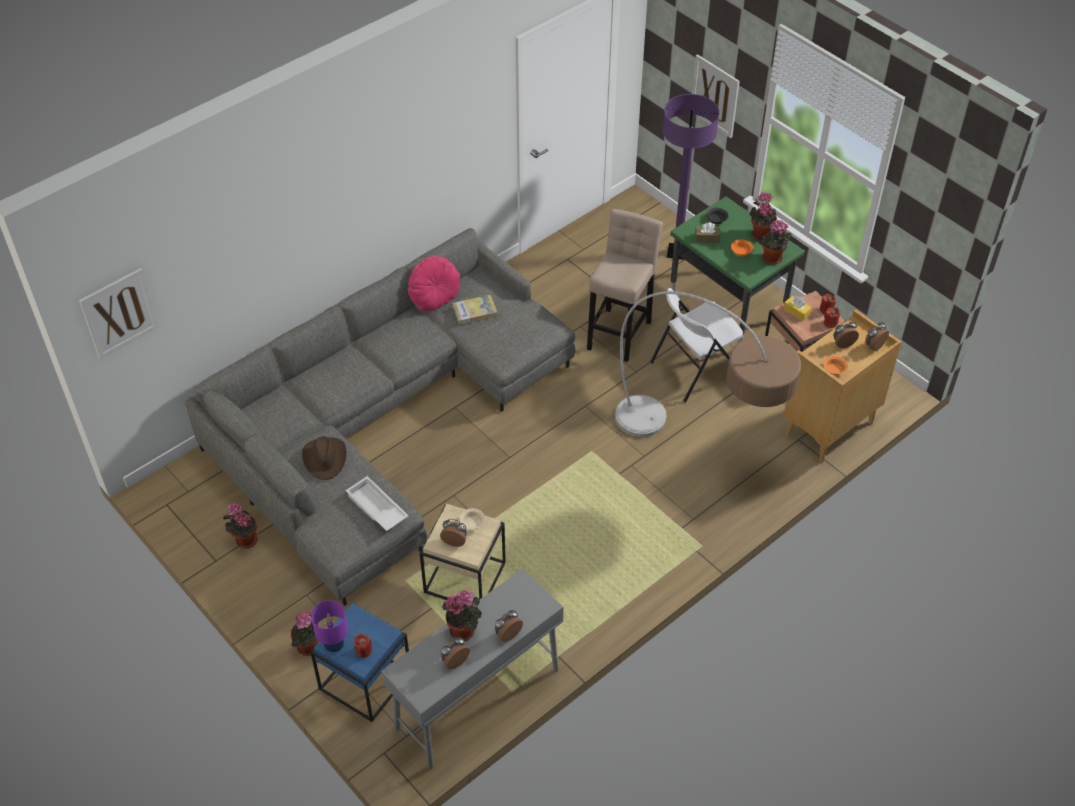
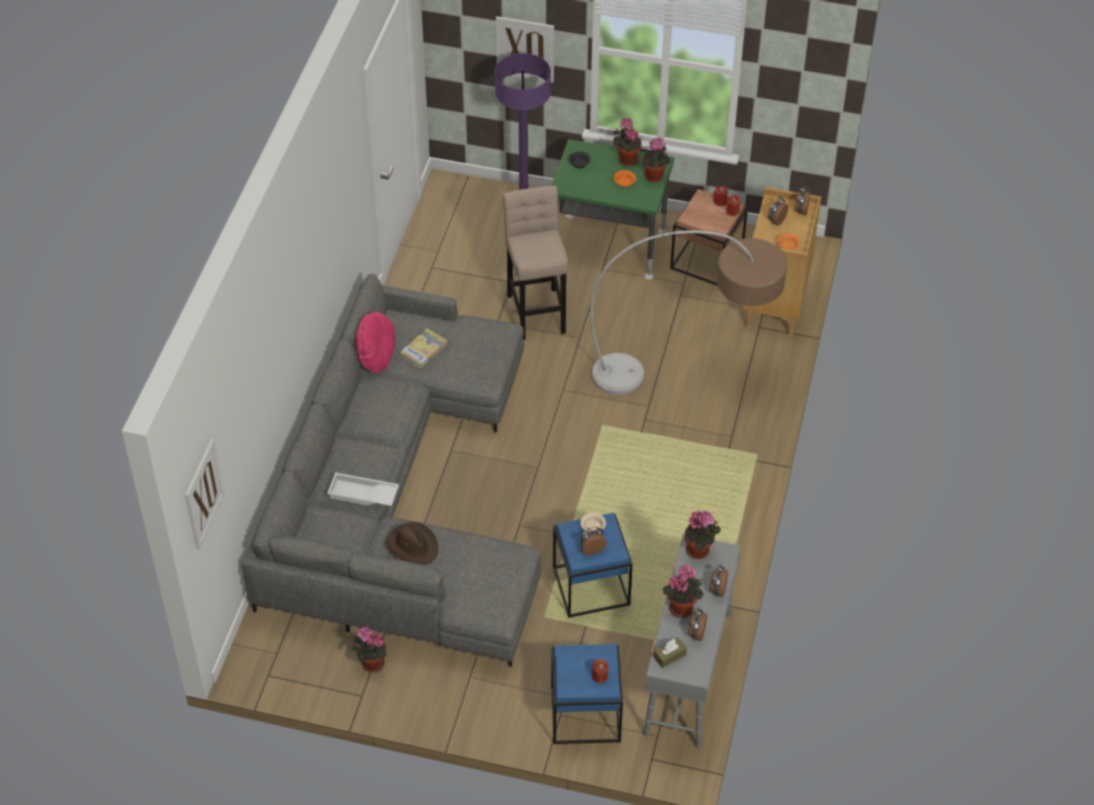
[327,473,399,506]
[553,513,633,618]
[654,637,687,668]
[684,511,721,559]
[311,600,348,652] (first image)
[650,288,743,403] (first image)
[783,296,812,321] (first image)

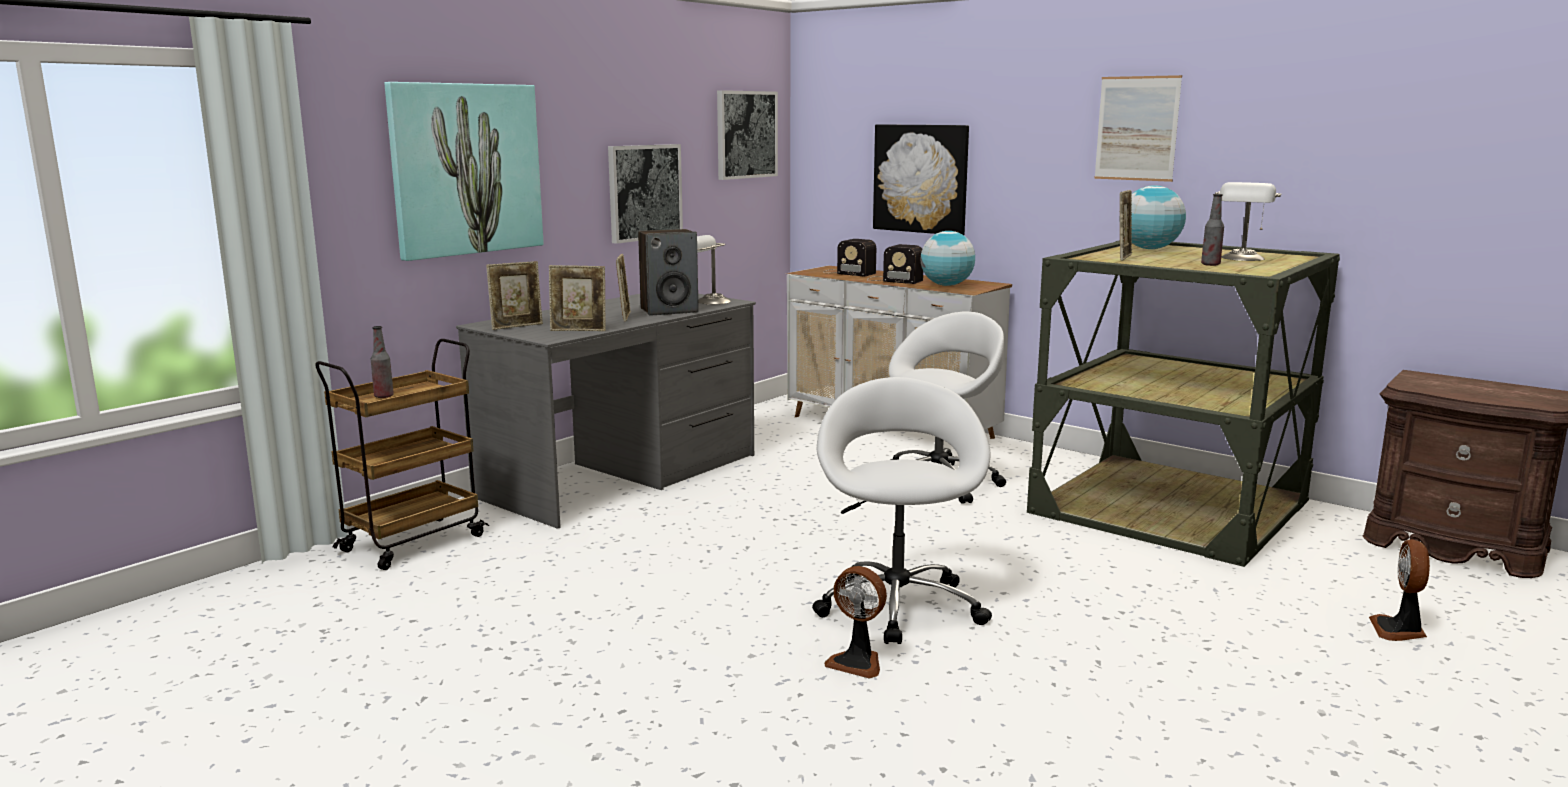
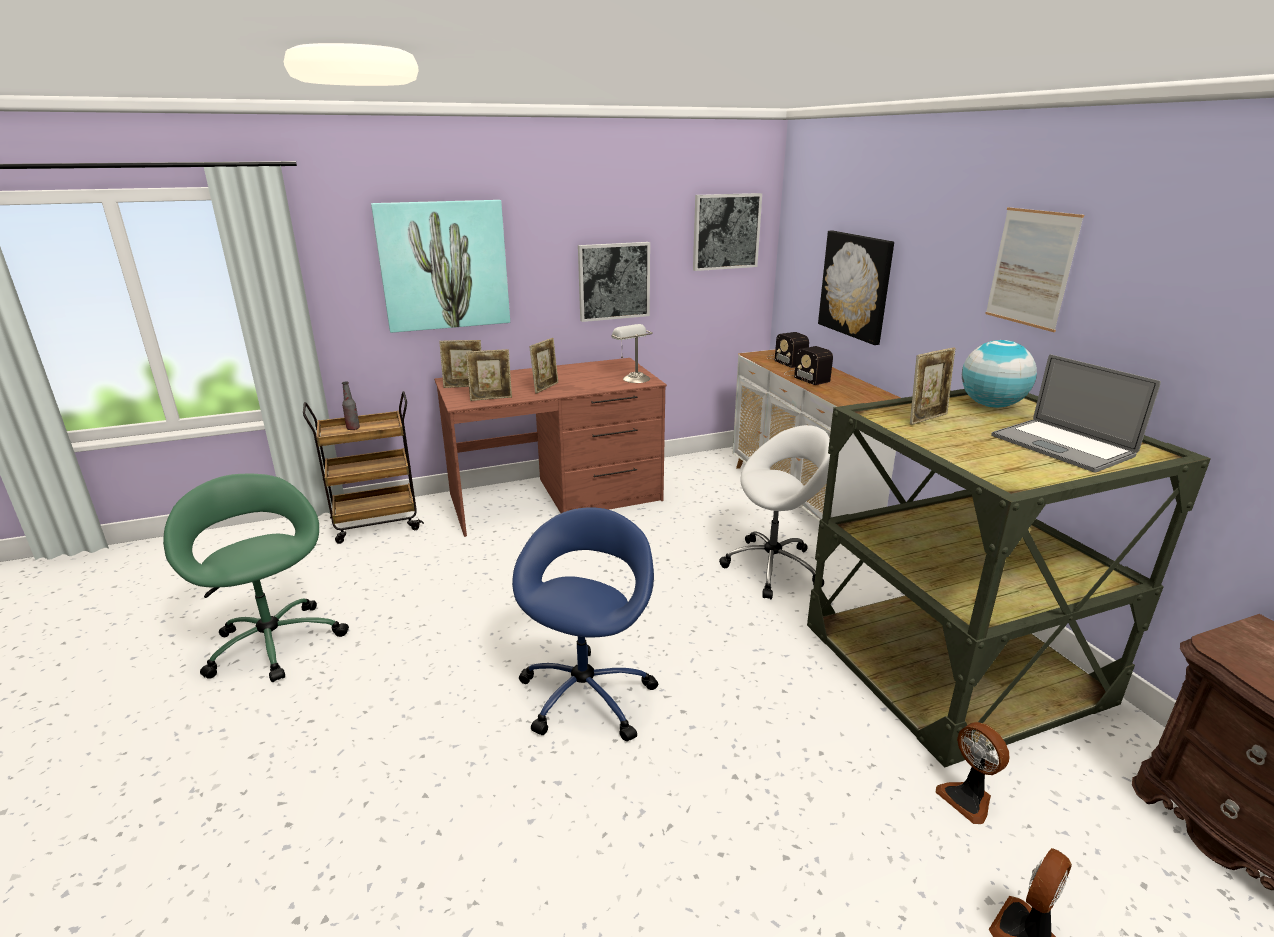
[163,474,349,682]
[434,358,667,537]
[466,349,512,401]
[512,507,658,741]
[936,722,1009,824]
[991,354,1161,473]
[638,229,698,315] (first image)
[920,231,975,286] (first image)
[1201,194,1224,266] (first image)

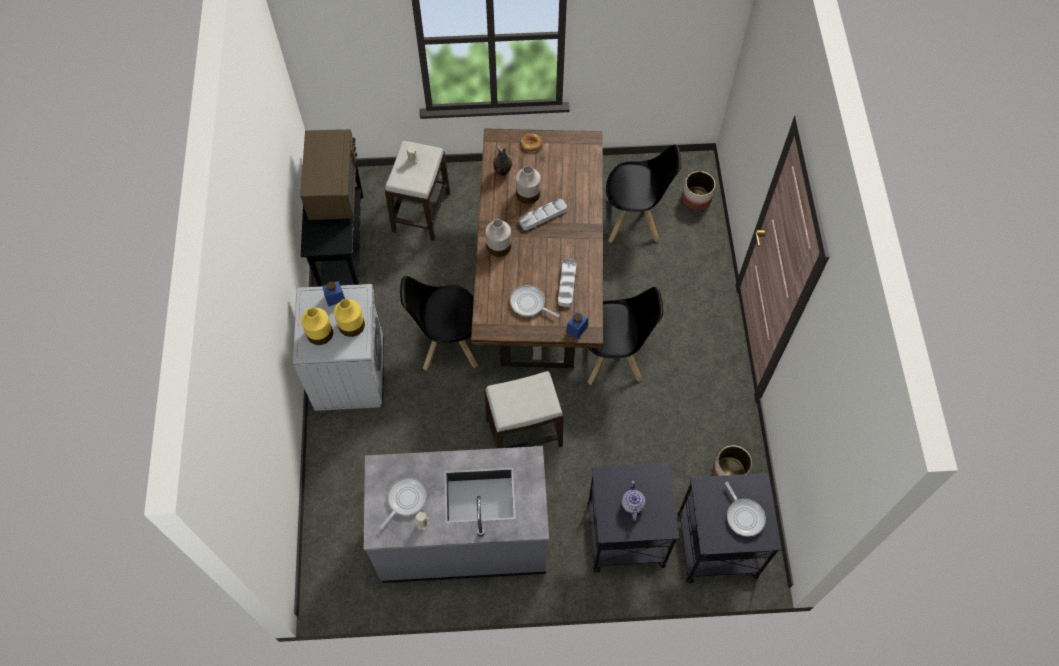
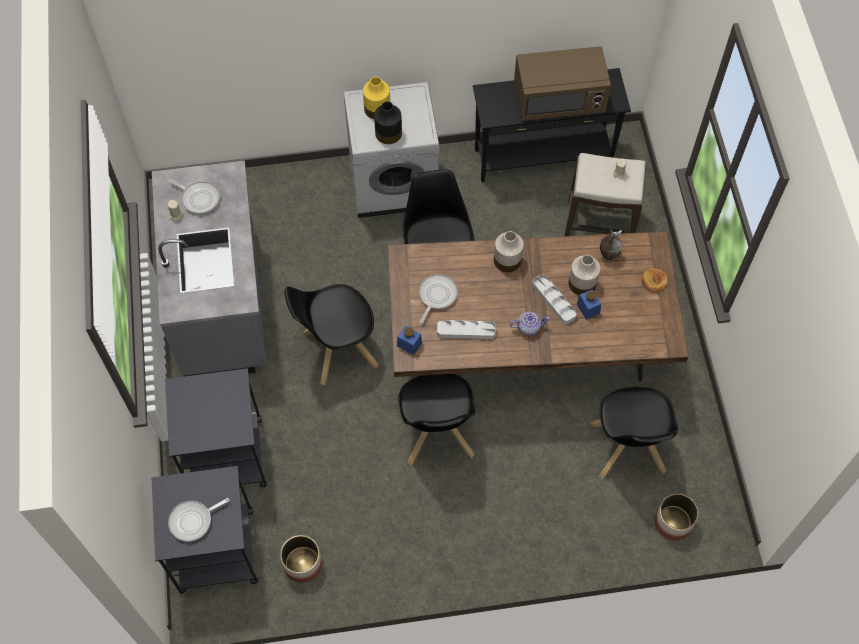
[285,284,379,386]
[374,101,402,144]
[510,311,550,336]
[577,289,601,320]

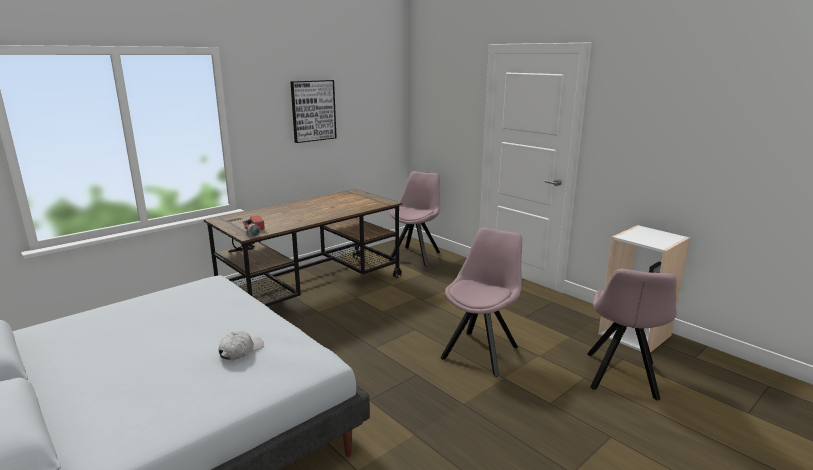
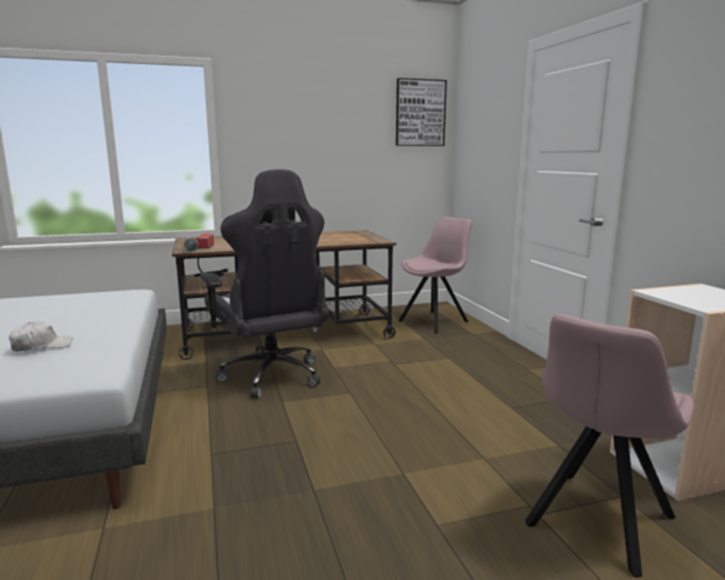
[200,169,329,399]
[396,78,447,146]
[441,227,522,377] (first image)

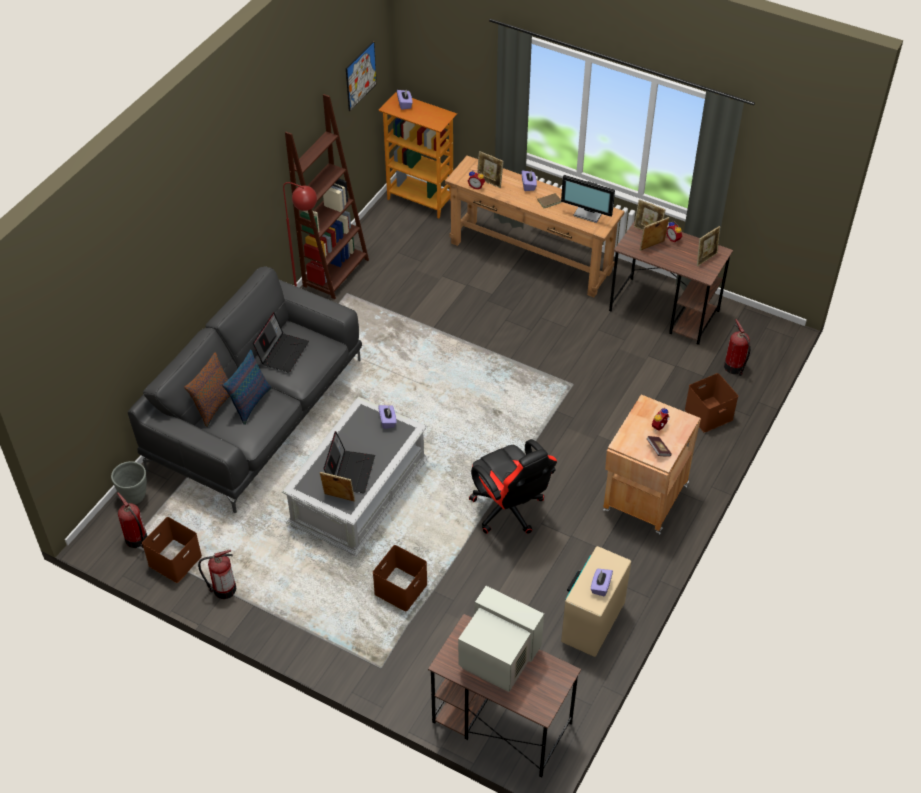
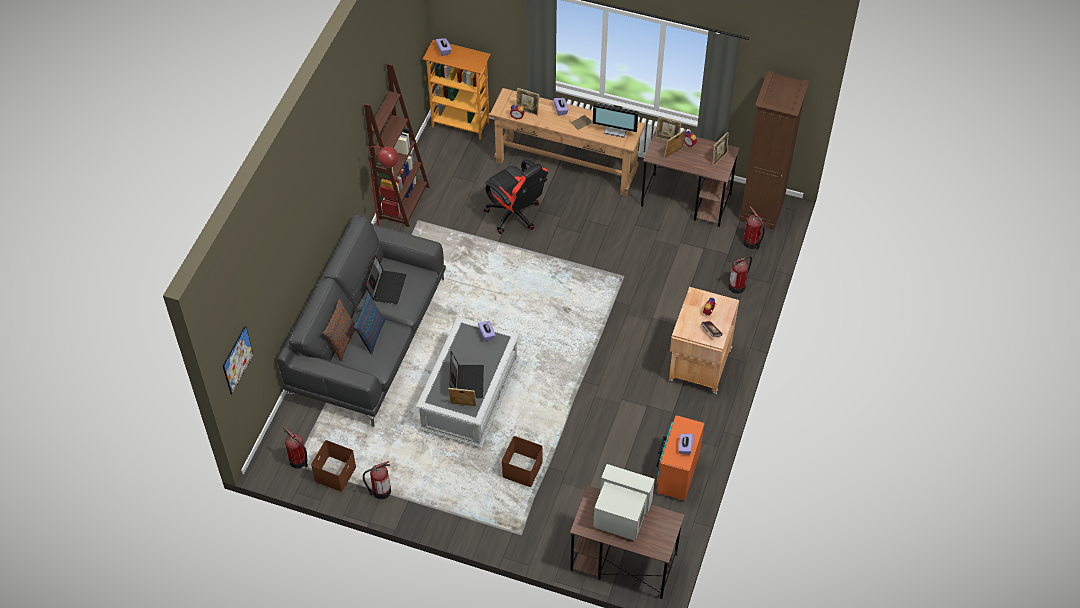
[223,325,254,395]
[484,159,548,234]
[656,415,704,500]
[729,256,752,294]
[740,71,810,230]
[111,461,147,504] (first image)

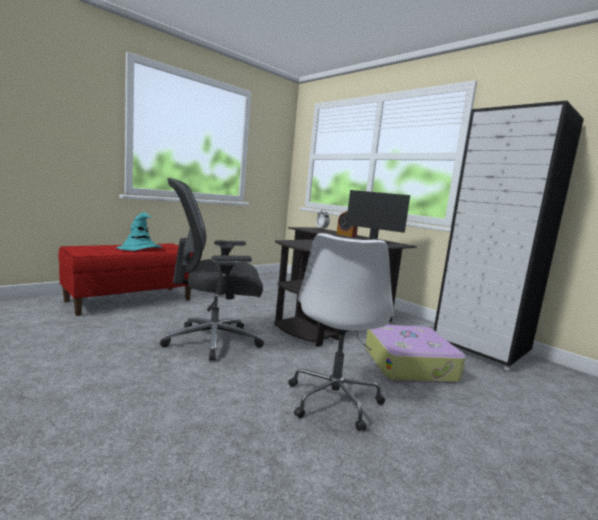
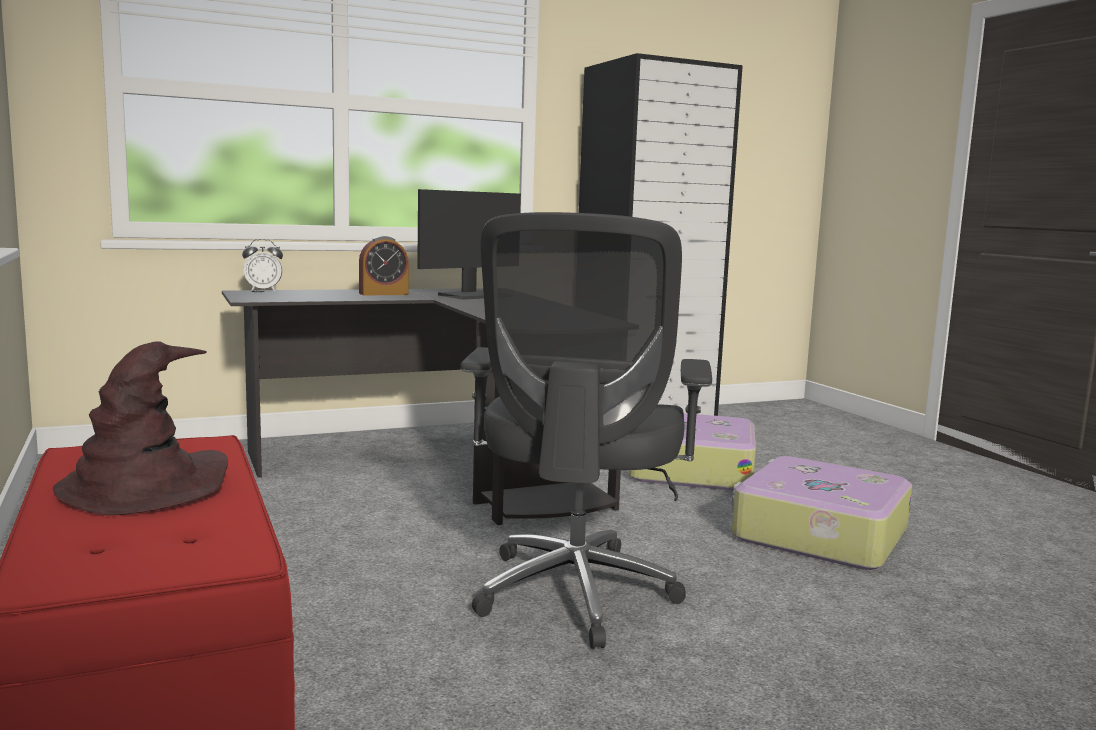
[53,341,228,515]
[731,456,912,570]

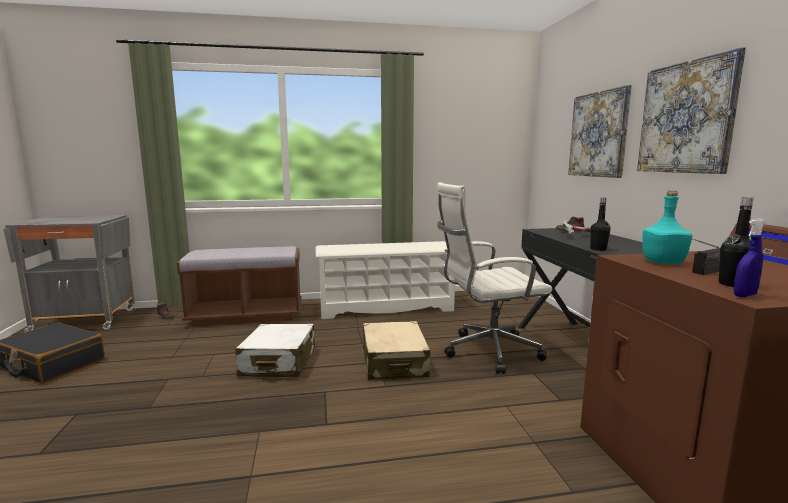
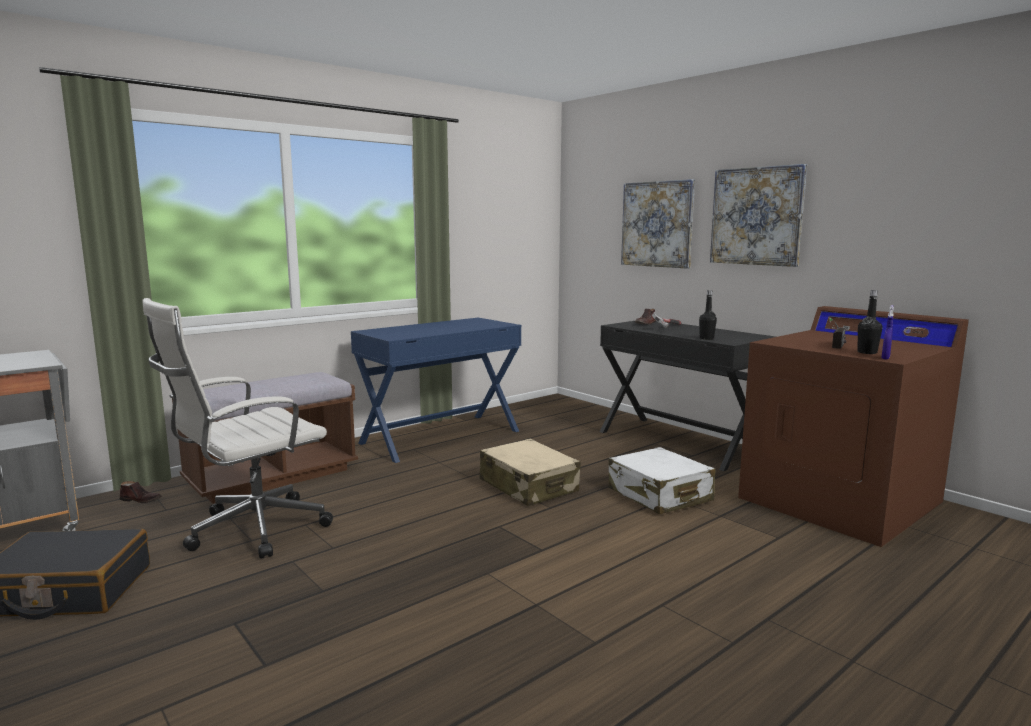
[142,298,333,559]
[351,318,521,463]
[609,447,715,514]
[642,190,692,264] (first image)

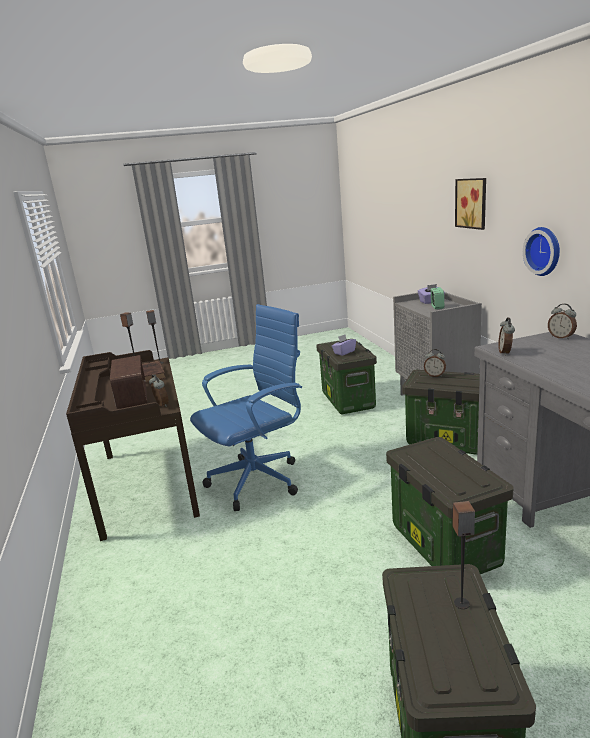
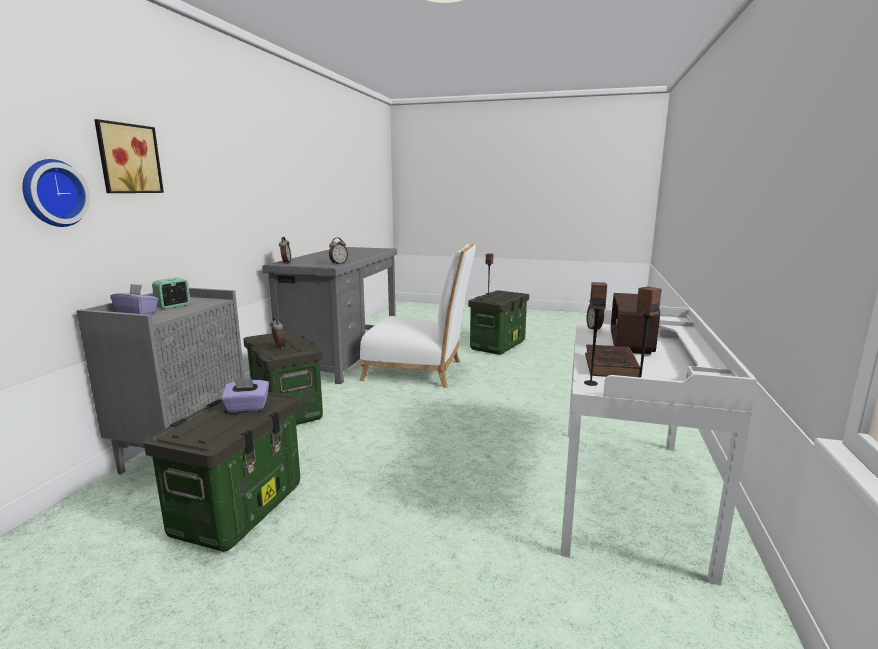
[22,159,90,227]
[360,243,476,388]
[560,306,757,585]
[190,304,302,511] (first image)

